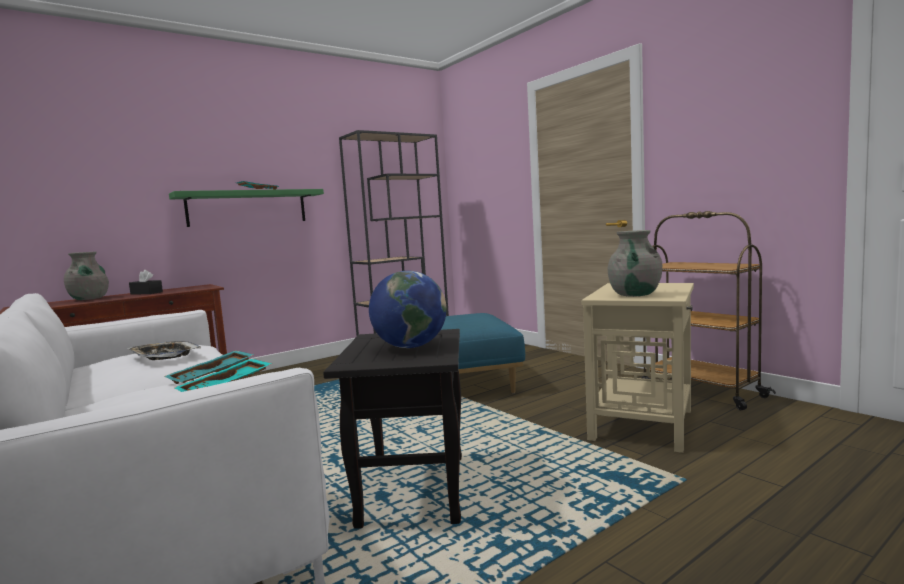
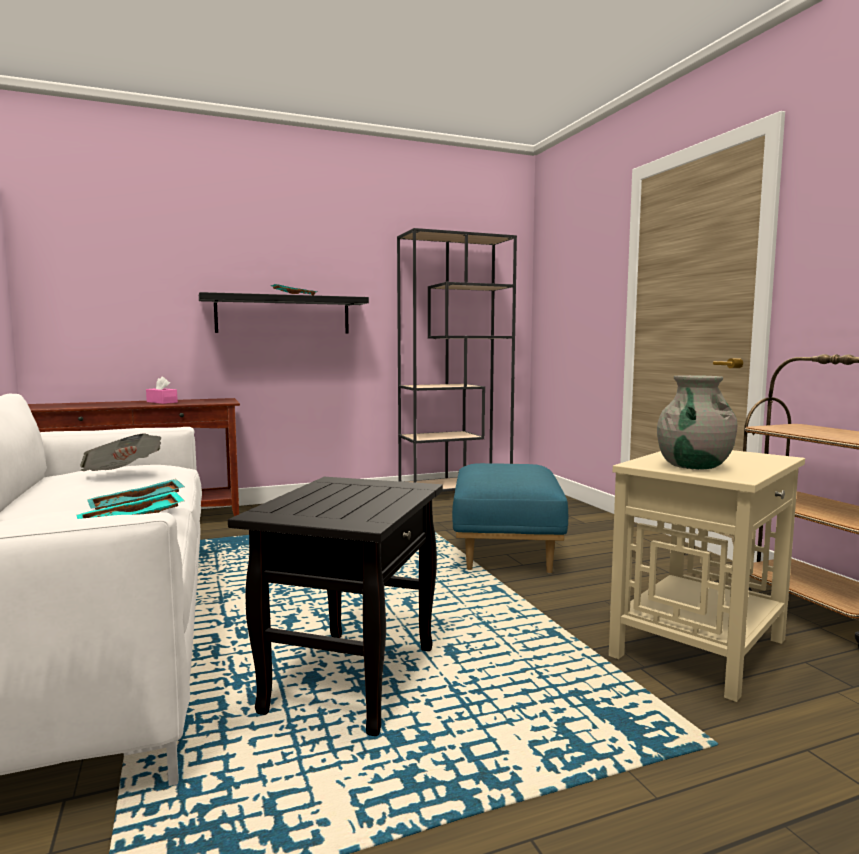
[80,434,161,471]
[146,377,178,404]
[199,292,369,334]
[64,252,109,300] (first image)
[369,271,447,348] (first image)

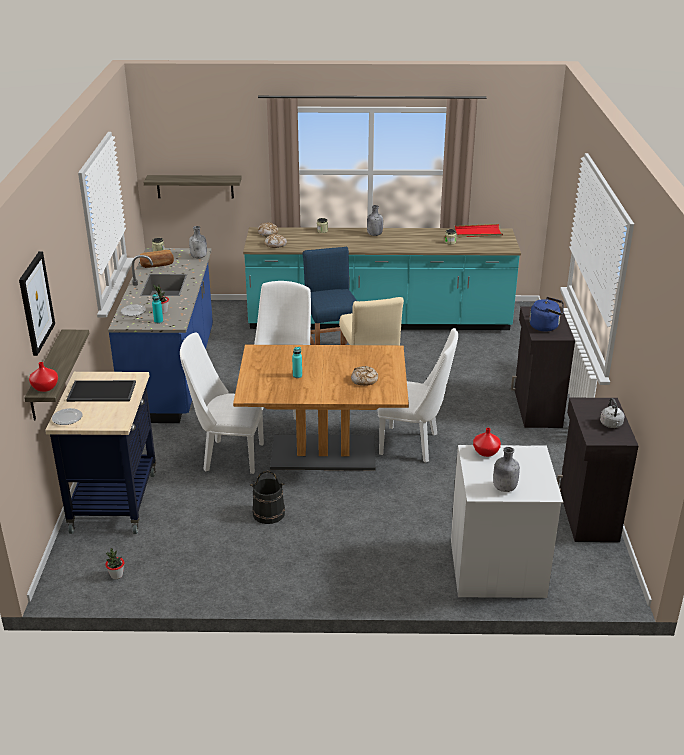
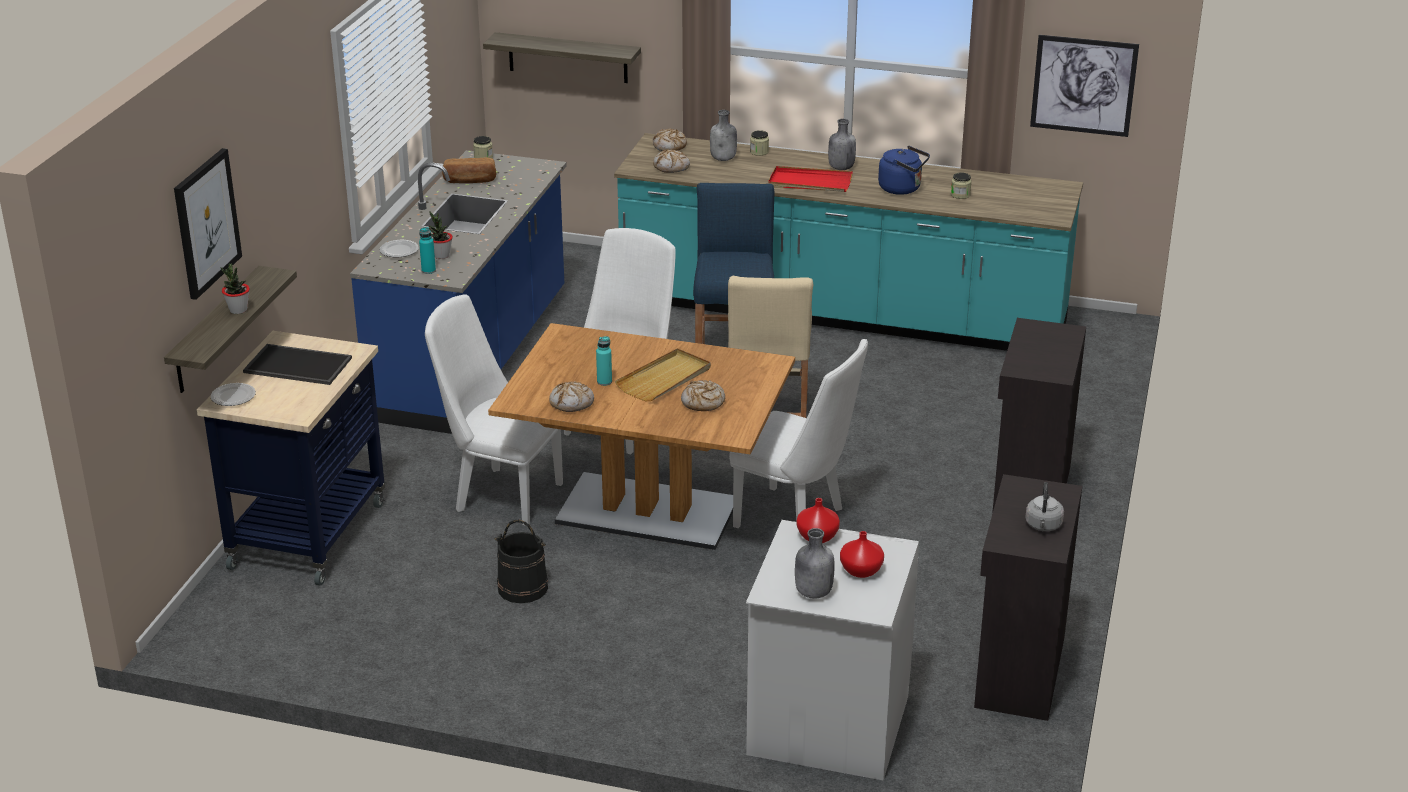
[221,264,250,314]
[549,382,594,412]
[615,348,711,401]
[710,110,737,161]
[768,166,853,192]
[840,531,884,578]
[878,146,930,195]
[1030,35,1139,137]

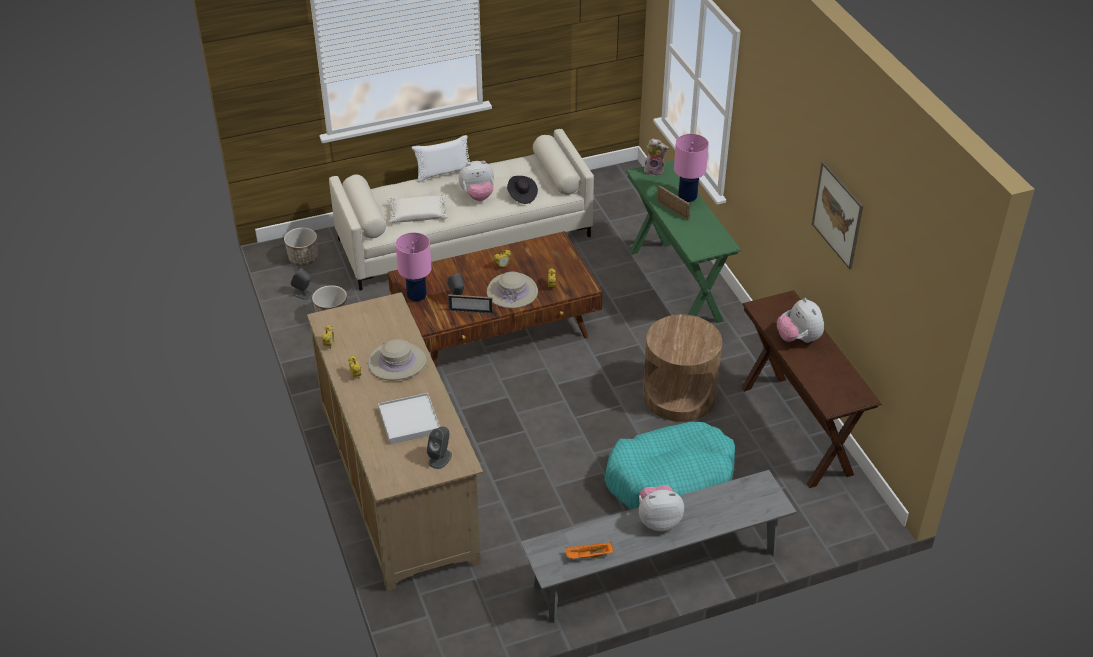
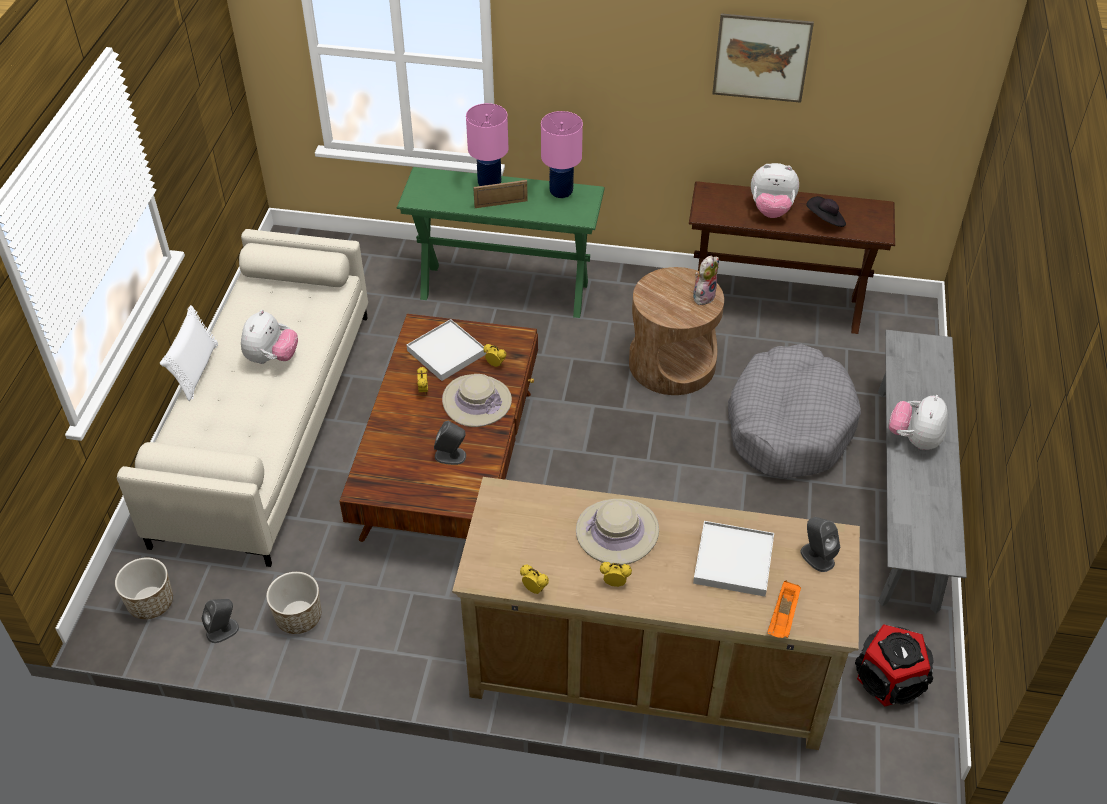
[407,319,486,381]
[541,111,583,198]
[693,256,719,305]
[728,344,861,479]
[767,581,801,638]
[806,196,846,227]
[855,624,934,706]
[387,194,448,223] (first image)
[448,294,493,314] (first image)

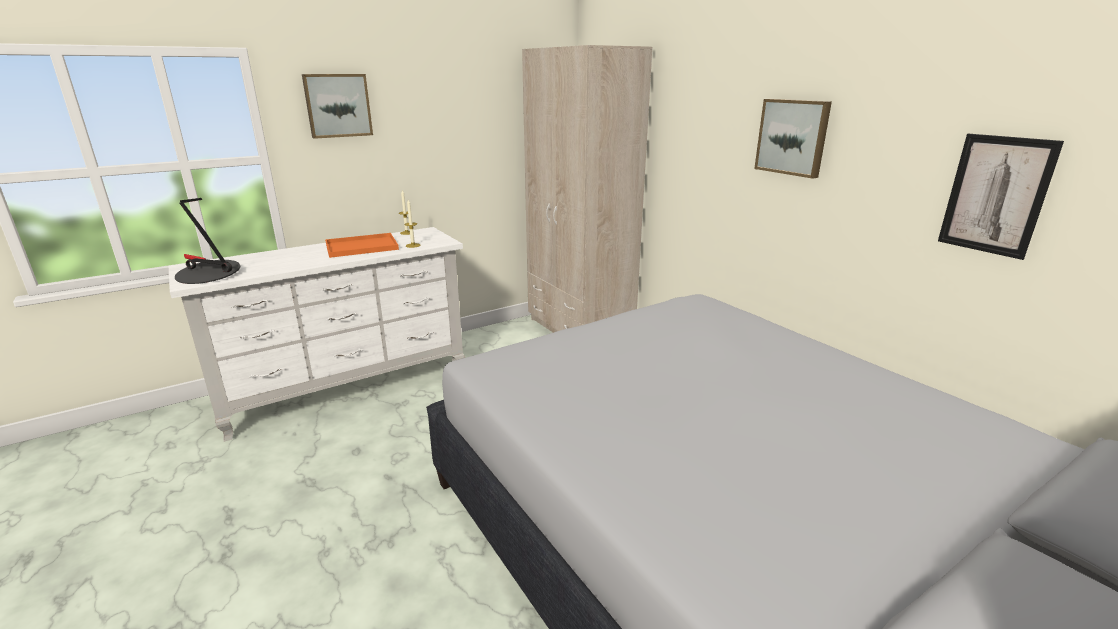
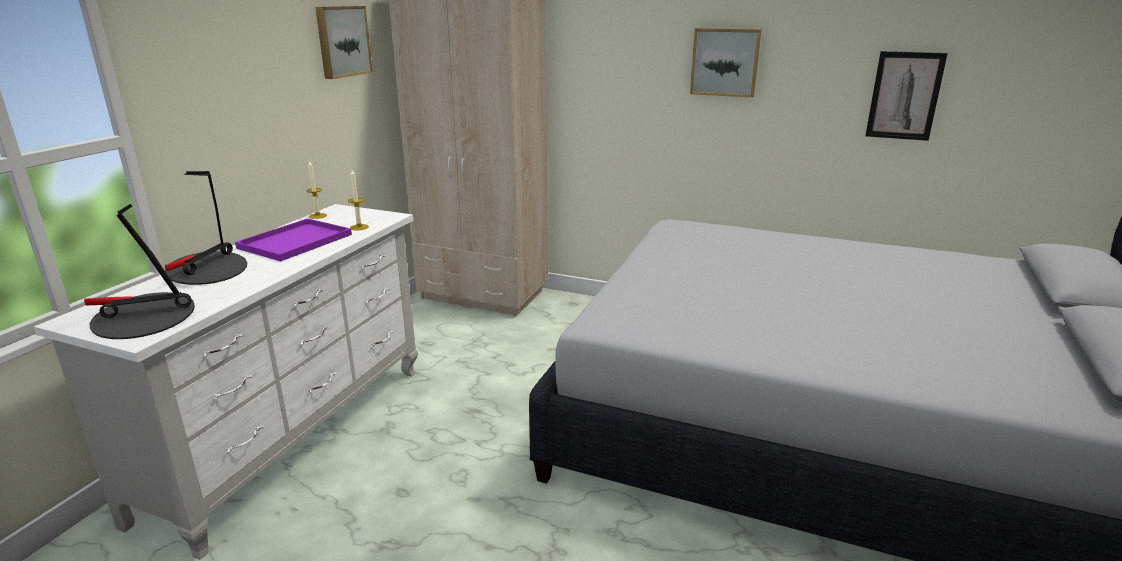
[165,171,247,285]
[235,218,352,261]
[315,6,373,79]

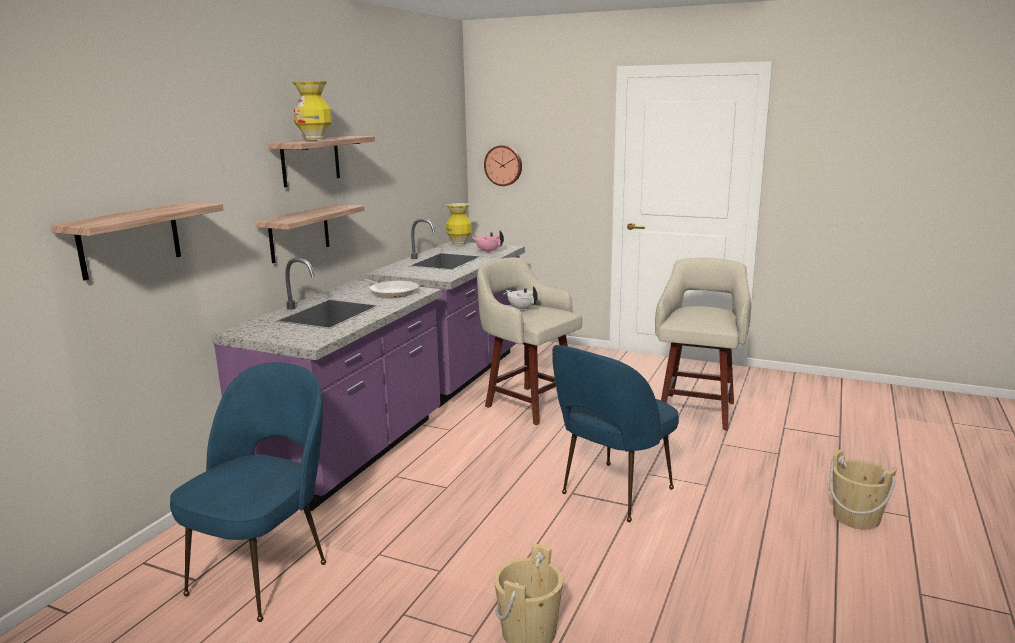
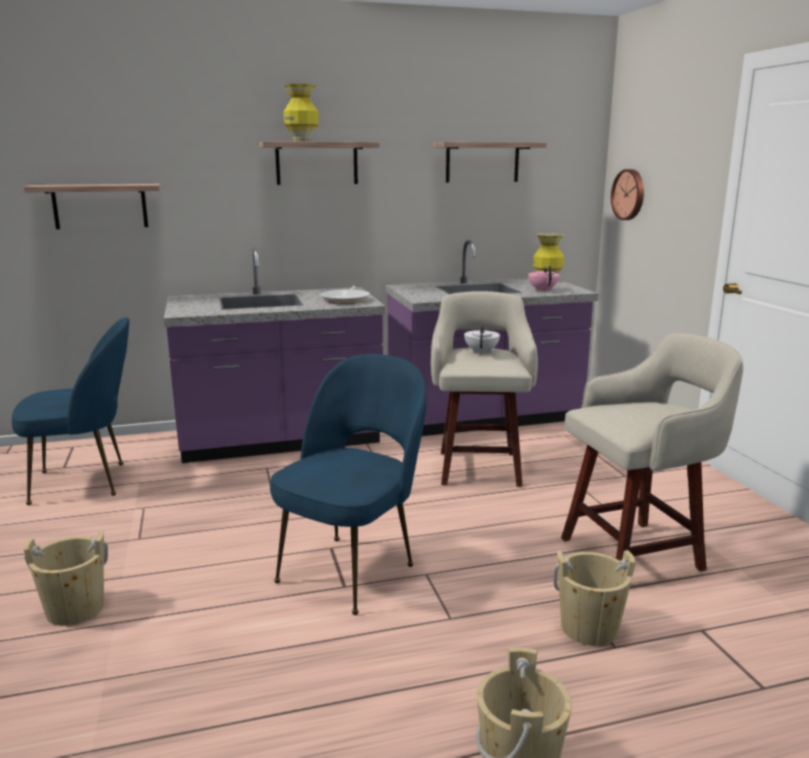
[270,354,427,615]
[433,142,547,183]
[554,550,636,646]

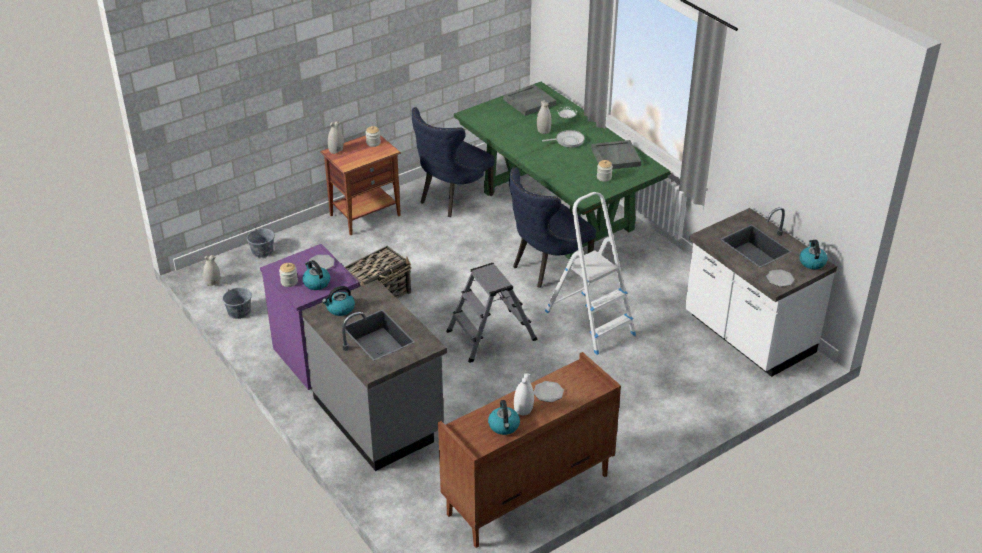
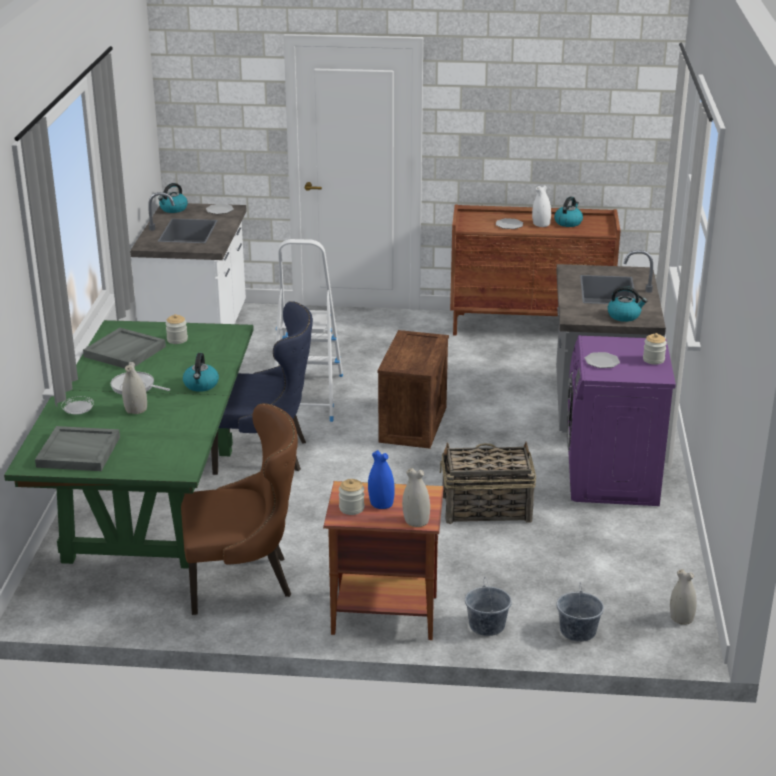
[181,403,298,615]
[183,353,219,392]
[368,450,395,509]
[378,330,449,449]
[465,577,512,636]

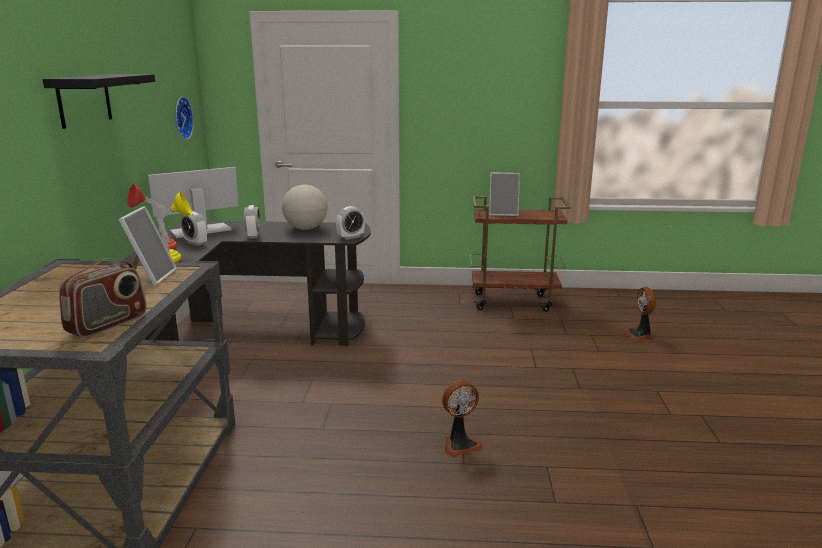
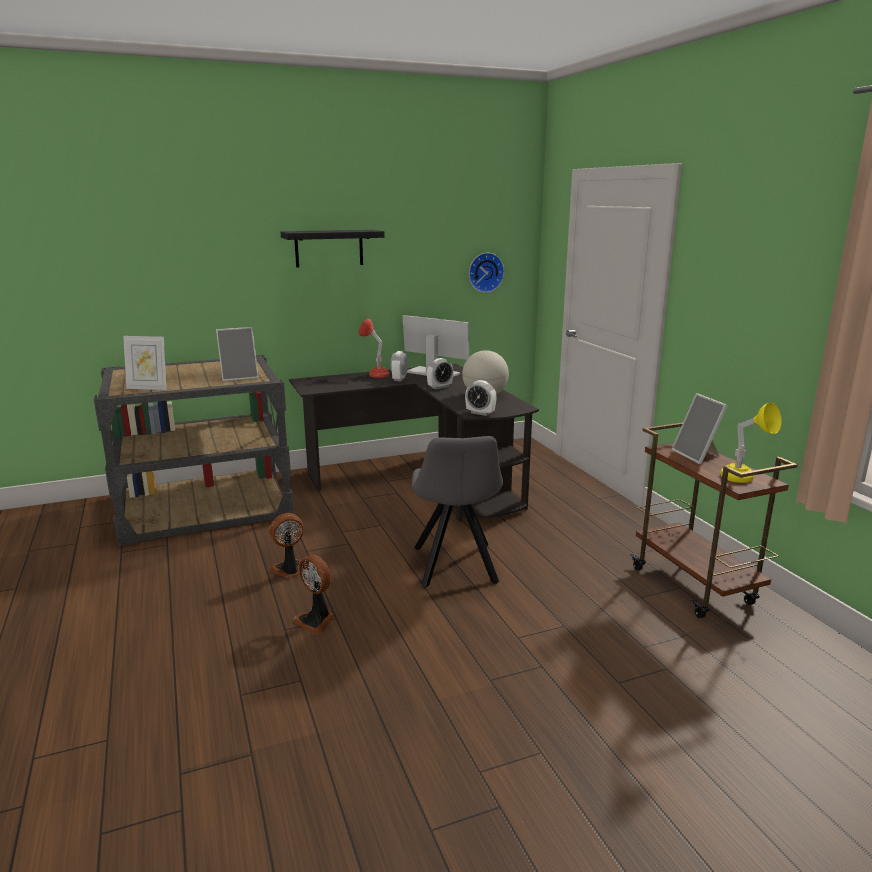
[123,336,166,390]
[270,513,304,578]
[412,436,503,587]
[720,403,781,483]

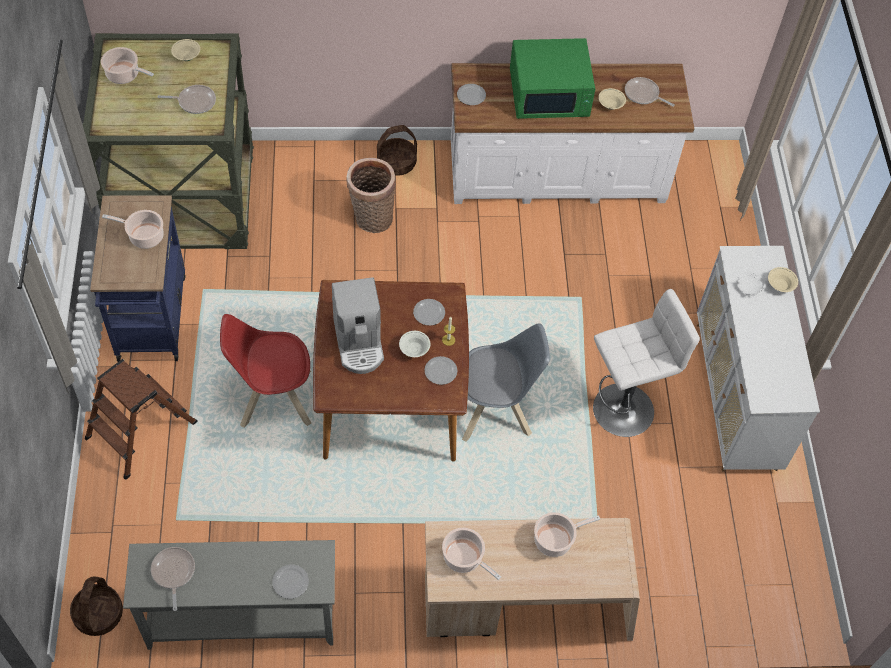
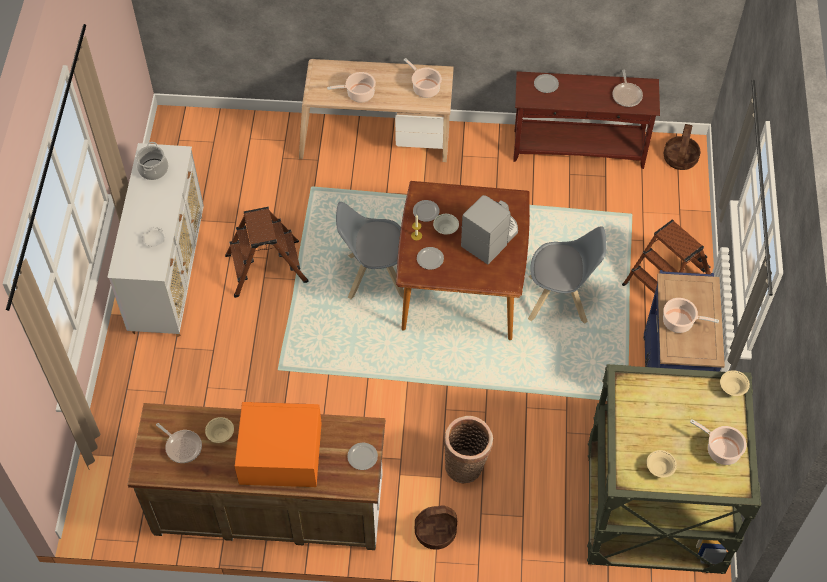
[136,142,169,180]
[225,207,309,298]
[235,402,322,487]
[461,195,518,264]
[513,71,660,169]
[528,226,606,324]
[720,370,750,396]
[157,85,216,114] (first image)

